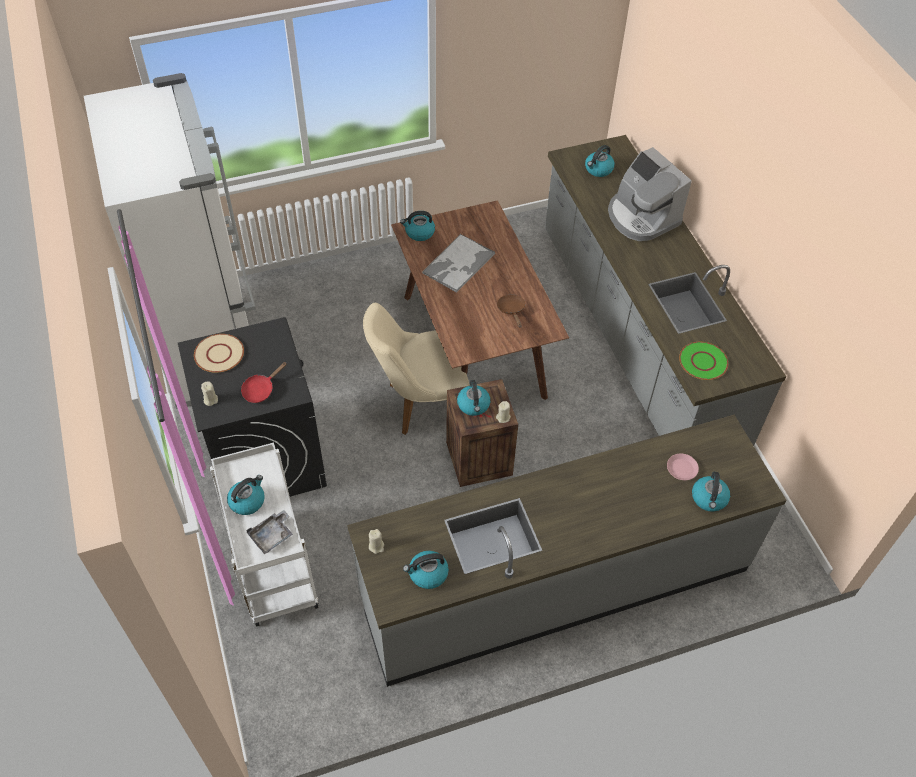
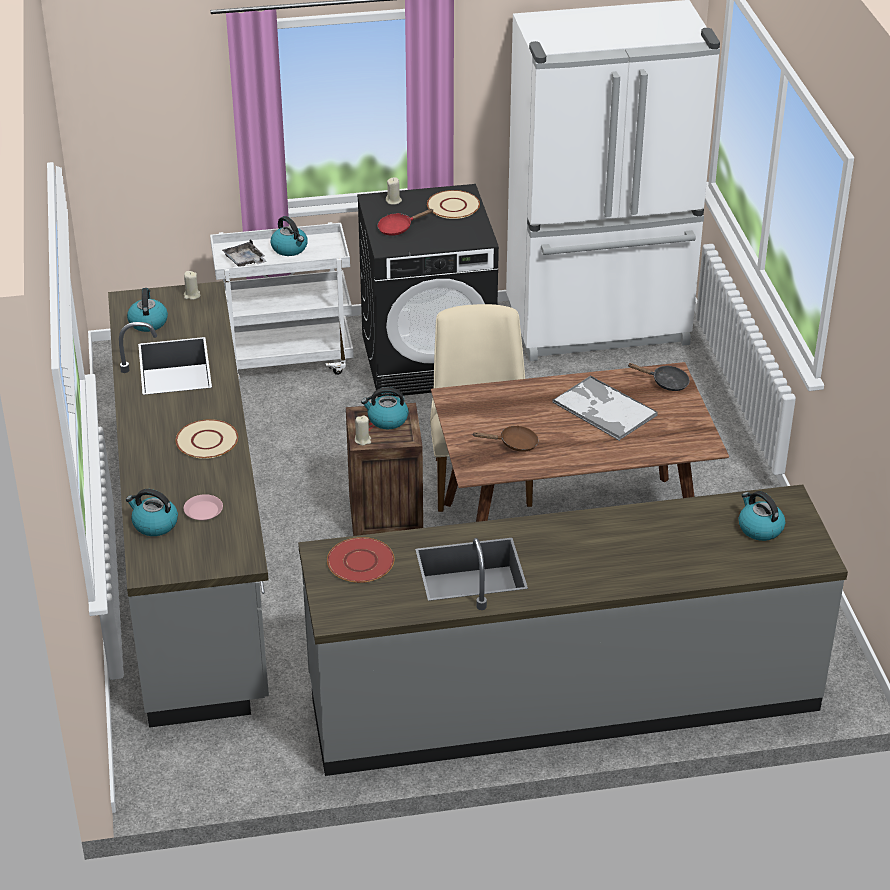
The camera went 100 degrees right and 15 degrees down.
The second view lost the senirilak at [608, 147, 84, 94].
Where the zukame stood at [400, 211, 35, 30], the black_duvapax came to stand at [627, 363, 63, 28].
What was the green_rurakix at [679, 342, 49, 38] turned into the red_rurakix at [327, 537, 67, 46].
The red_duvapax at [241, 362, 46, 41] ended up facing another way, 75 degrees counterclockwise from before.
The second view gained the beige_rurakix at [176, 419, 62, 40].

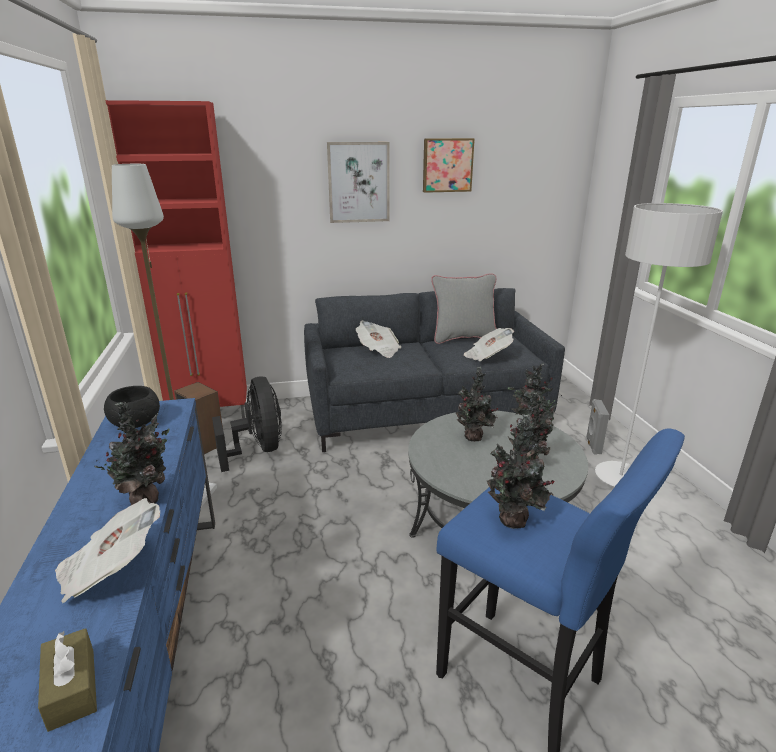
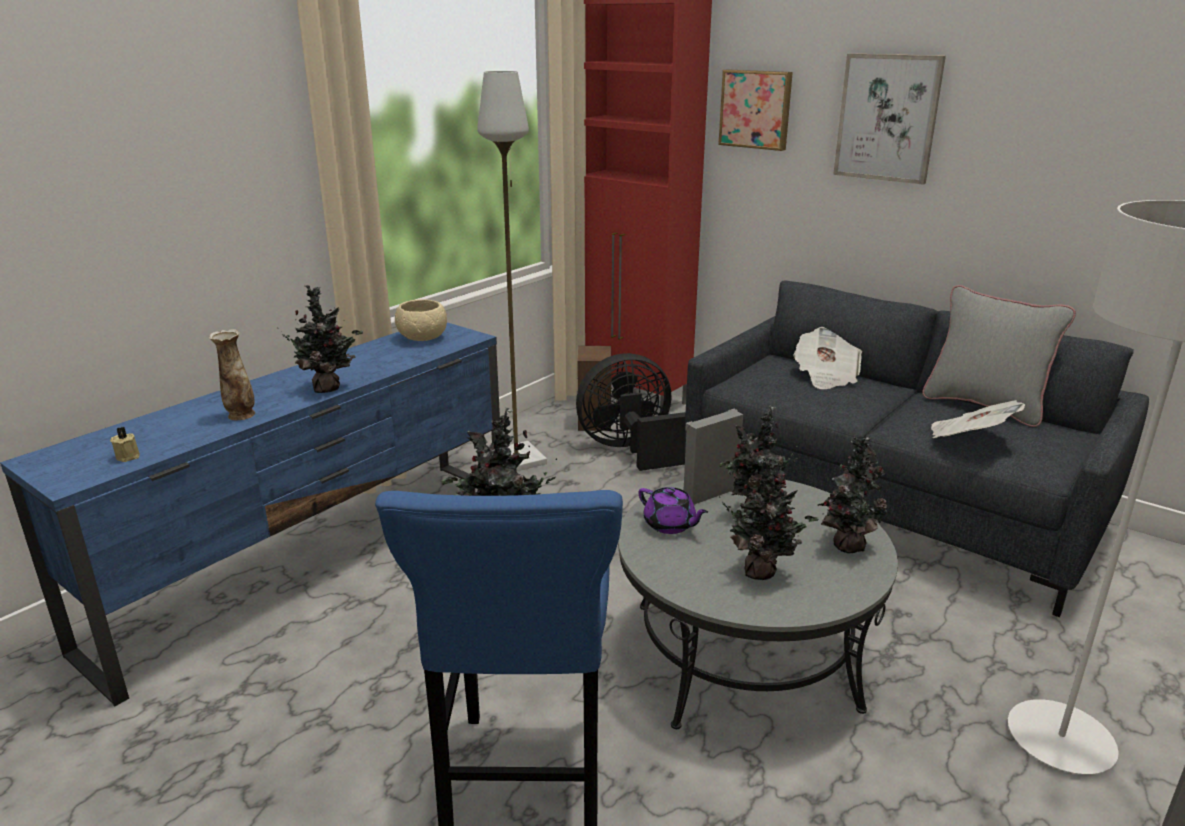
The camera went 50 degrees right and 0 degrees up.
The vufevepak ended up elsewhere, having gone from [423, 138, 52, 55] to [718, 69, 75, 82].
The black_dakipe at [212, 377, 70, 95] ended up facing another way, 135 degrees counterclockwise from before.
What was the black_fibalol at [104, 386, 56, 42] turned into the beige_fibalol at [395, 299, 52, 42].
The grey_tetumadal ended up elsewhere, having gone from [586, 399, 23, 56] to [684, 409, 59, 96].
Where the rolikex stood at [55, 498, 105, 105], the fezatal came to stand at [209, 329, 46, 91].
Where the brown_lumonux stood at [38, 628, 59, 104], the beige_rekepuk came to stand at [110, 427, 30, 35].
The second view gained the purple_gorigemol at [638, 487, 70, 47].

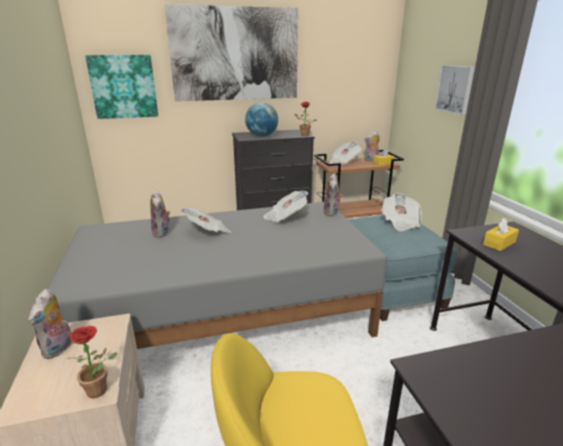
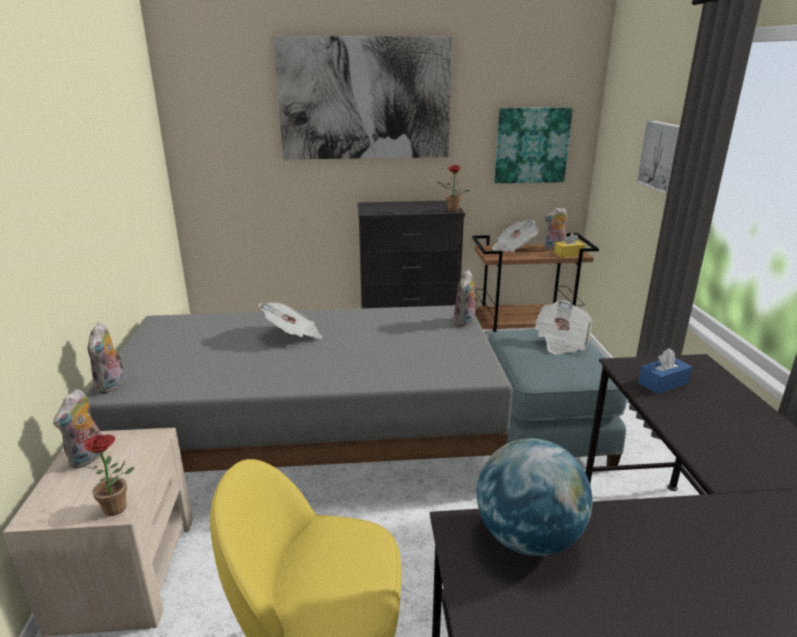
The camera went 10 degrees right and 0 degrees up.
The vufevepak ended up elsewhere, having gone from [85, 55, 73, 64] to [494, 107, 79, 76].
The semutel ended up elsewhere, having gone from [245, 102, 33, 35] to [477, 438, 116, 118].
The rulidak ended up elsewhere, having gone from [150, 190, 20, 48] to [88, 322, 35, 71].
The second view lost the rolikex at [263, 191, 45, 32].
What was the yellow_lumonux at [483, 218, 36, 33] turned into the blue_lumonux at [638, 348, 54, 46].

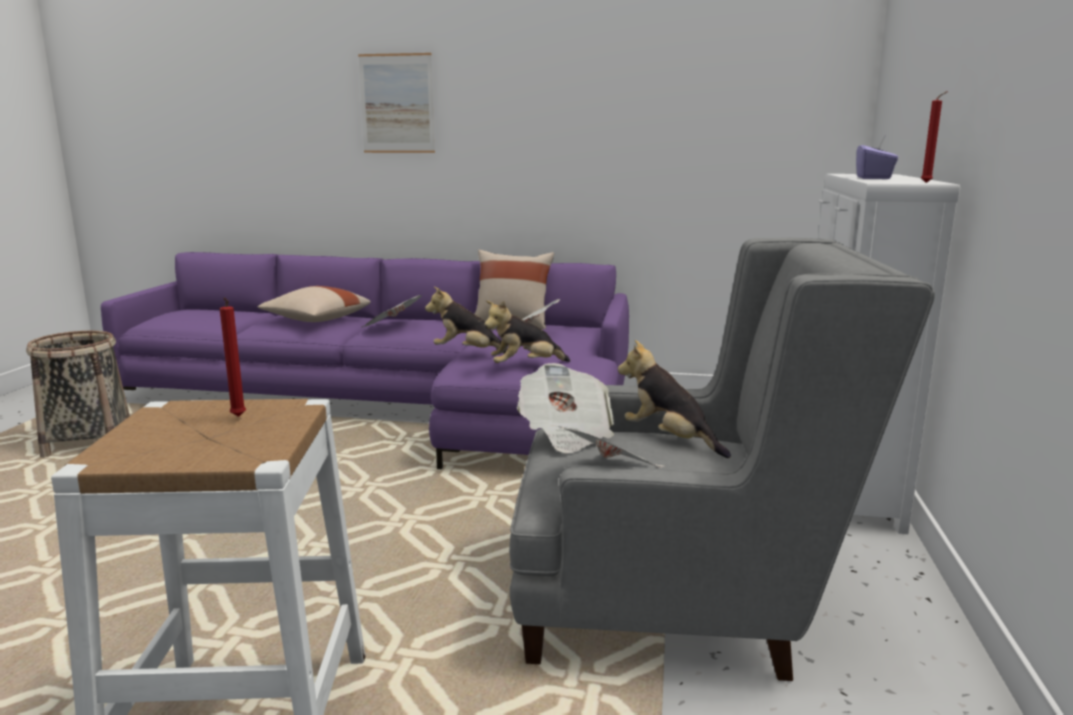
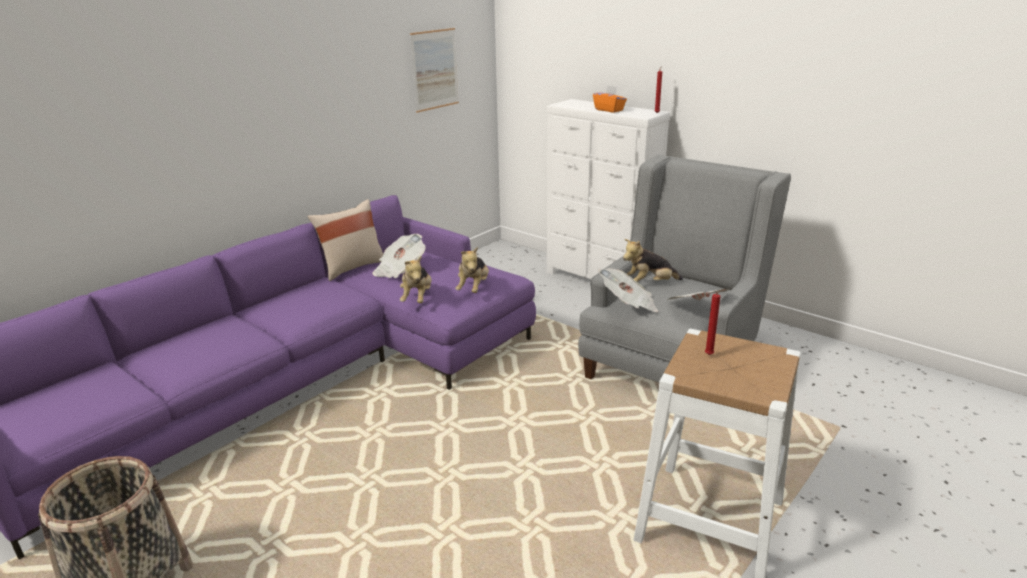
The camera went 60 degrees left and 10 degrees up.
The vufevepak ended up elsewhere, having gone from [358, 53, 77, 100] to [410, 28, 49, 85].
What was the purple_lumonux at [856, 135, 42, 44] turned into the orange_lumonux at [593, 86, 34, 27].
The second view lost the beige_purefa at [258, 286, 113, 36].
The rulidak at [425, 286, 89, 70] ended up facing another way, 45 degrees counterclockwise from before.
The second view lost the rolikex at [362, 295, 60, 32].

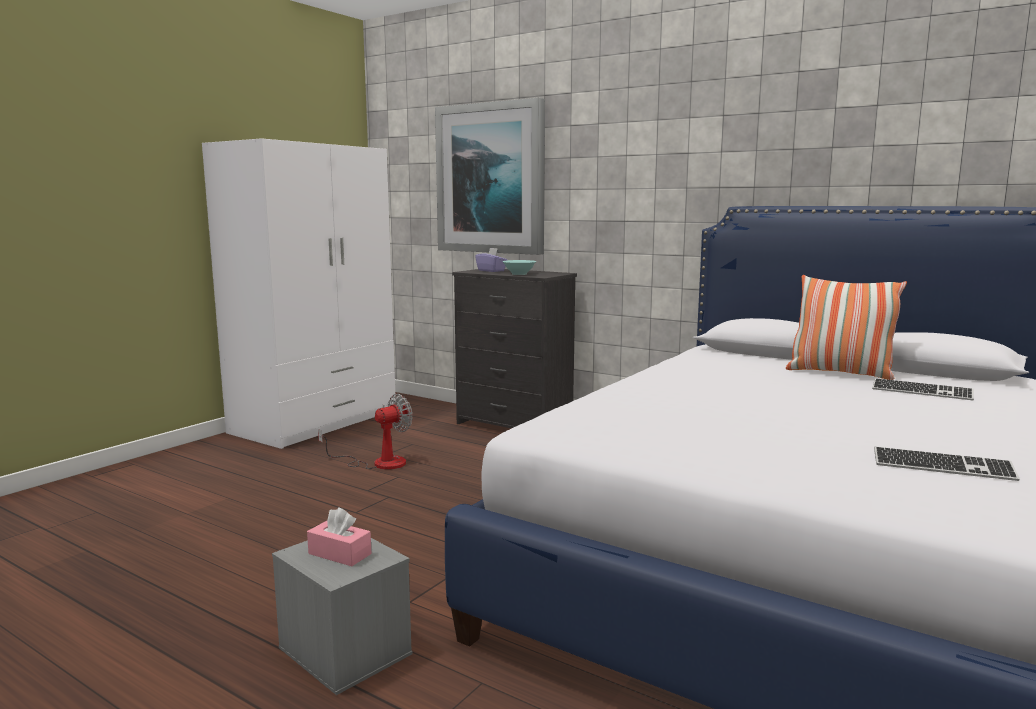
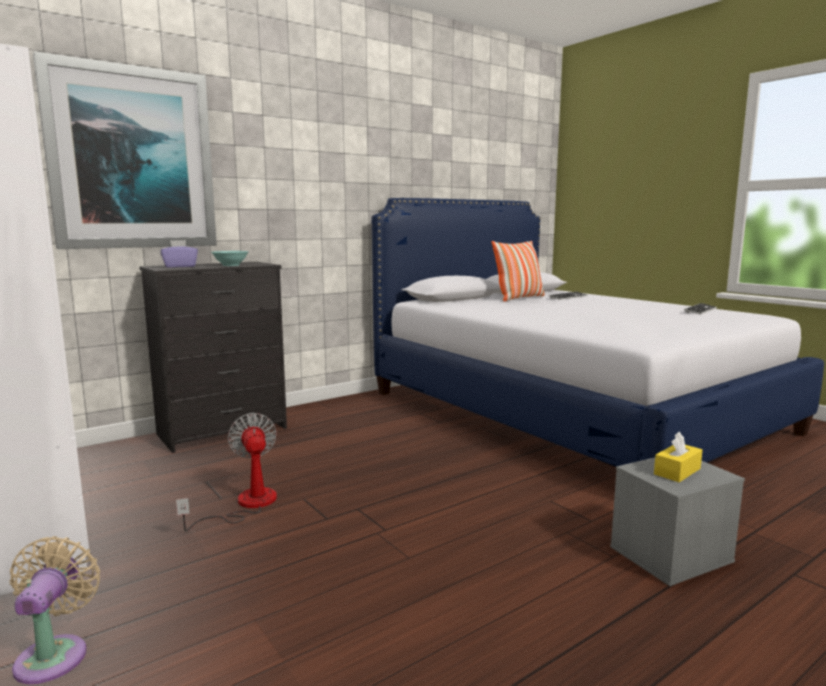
The camera went 70 degrees left and 0 degrees up.
What was the pink_lumonux at [307, 508, 65, 58] turned into the yellow_lumonux at [654, 431, 49, 51].
The second view gained the beige_dakipe at [9, 536, 91, 148].

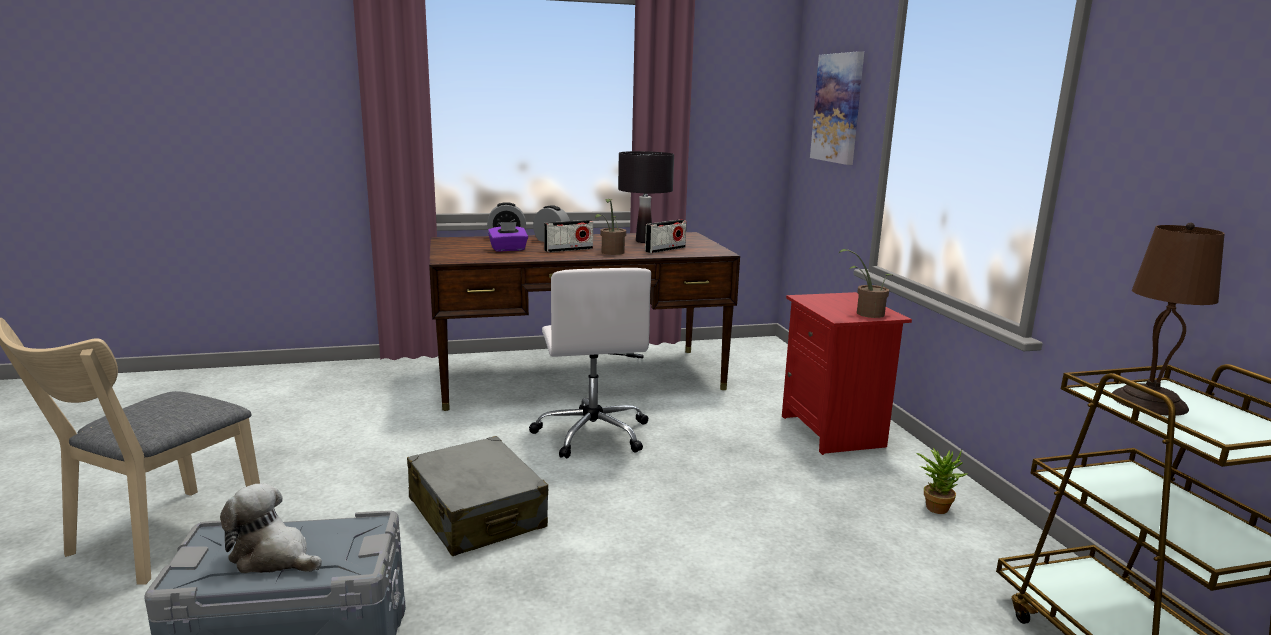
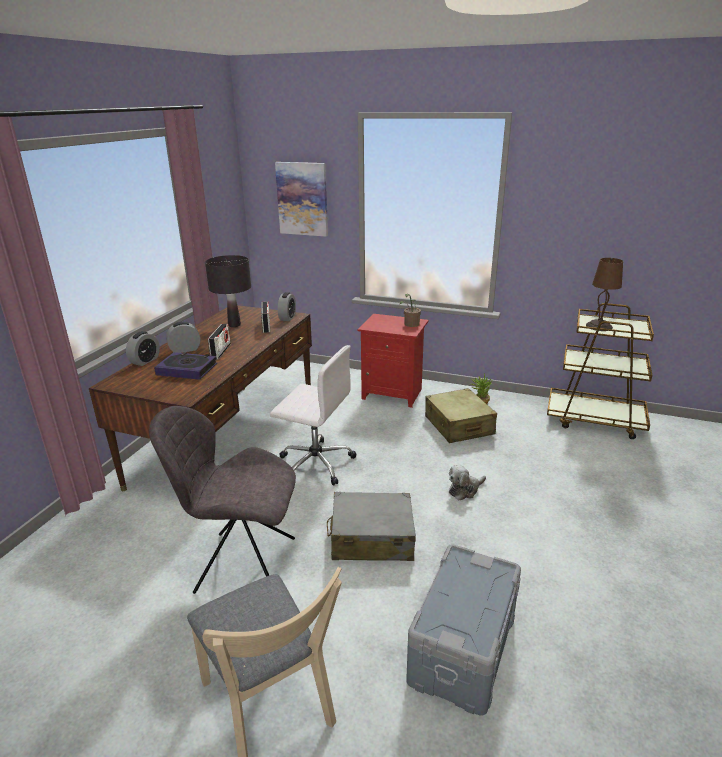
The camera went 55 degrees left and 10 degrees up.
The second view lost the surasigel at [595, 199, 31, 56].
Where the purple_lumonux stood at [488, 222, 40, 30], the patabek came to stand at [154, 352, 63, 28].
The rulidak ended up elsewhere, having gone from [220, 483, 102, 90] to [449, 465, 37, 35].
The second view gained the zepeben at [278, 292, 18, 29].
The second view gained the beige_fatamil at [425, 388, 72, 55].
The second view gained the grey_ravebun at [149, 406, 147, 188].

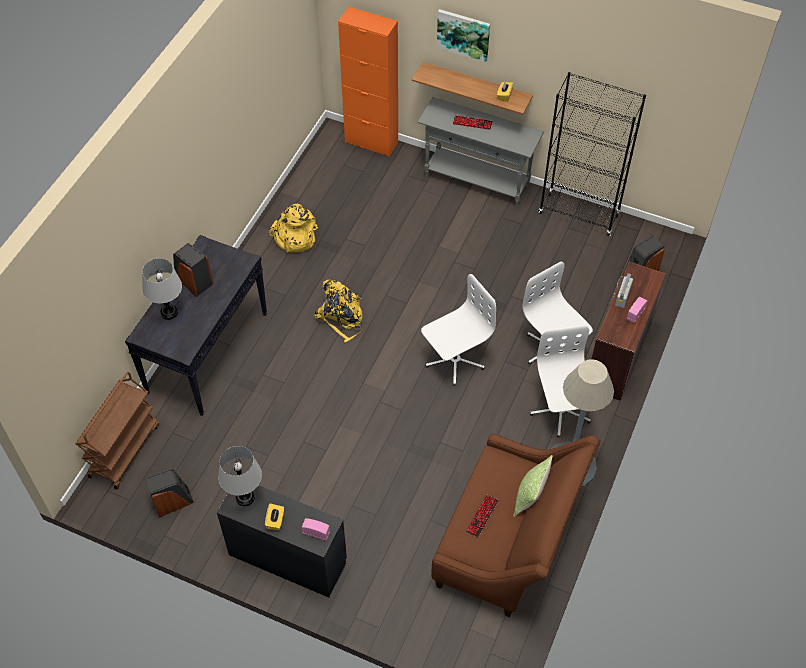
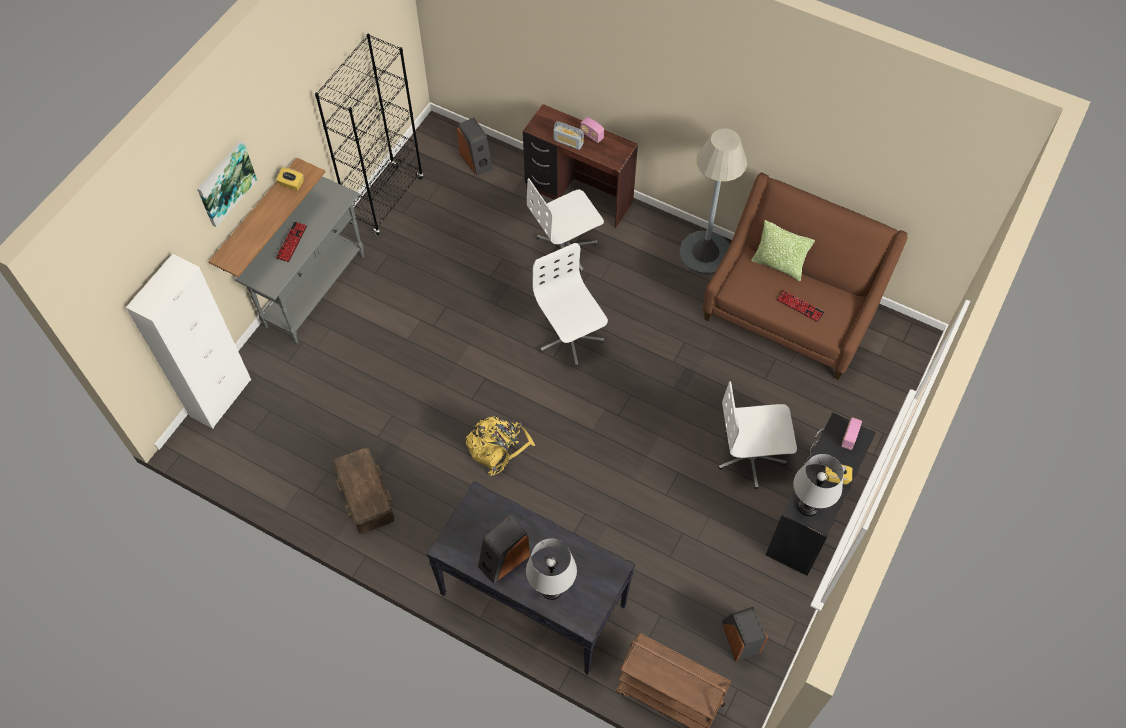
The camera went 85 degrees left and 5 degrees up.
What was the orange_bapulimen at [338, 7, 60, 150] turned into the white_bapulimen at [126, 254, 125, 175].
Where the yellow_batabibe stood at [268, 204, 50, 48], the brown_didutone came to stand at [333, 448, 62, 86].
The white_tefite ended up elsewhere, having gone from [530, 325, 61, 112] to [718, 381, 79, 108].

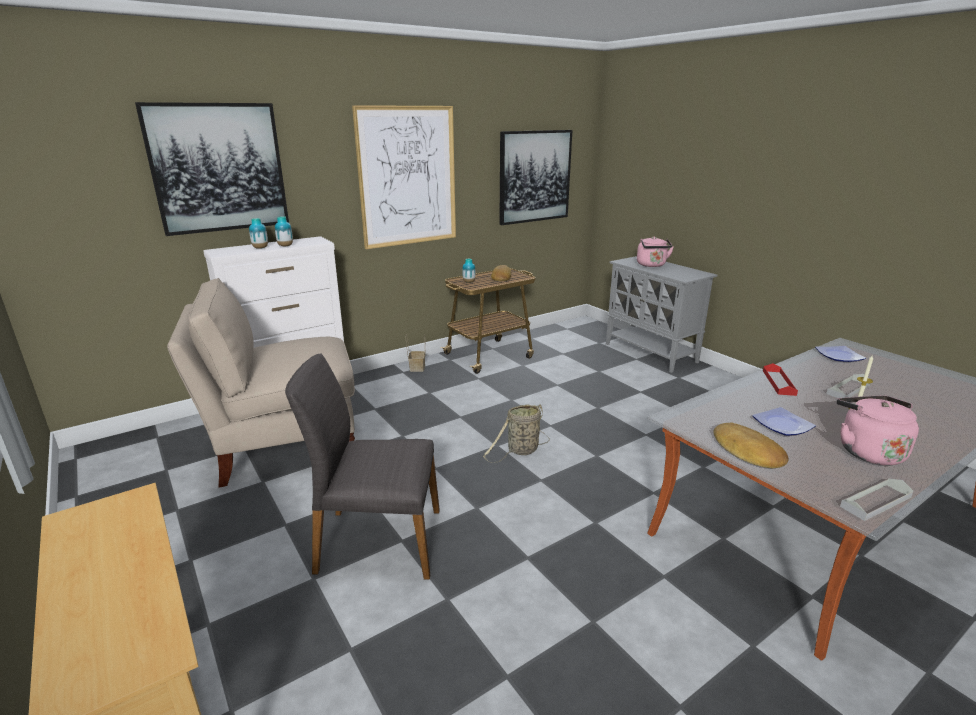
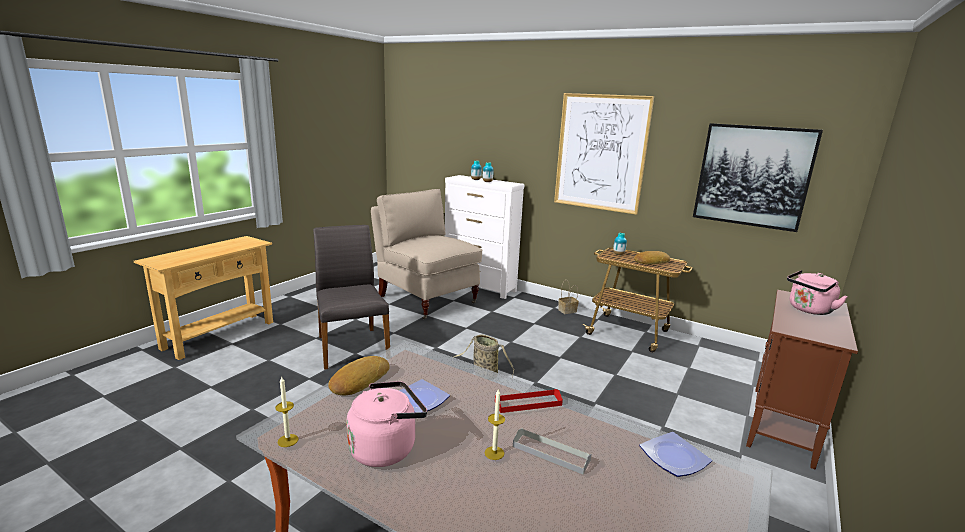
The camera went 65 degrees right and 5 degrees down.
The second view lost the vufevepak at [135, 102, 154, 134].
What was the grey_bapulimen at [606, 256, 111, 117] turned into the brown_bapulimen at [746, 290, 112, 179].
Where the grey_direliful stood at [840, 478, 73, 43], the rekepuk came to stand at [275, 377, 23, 70].

